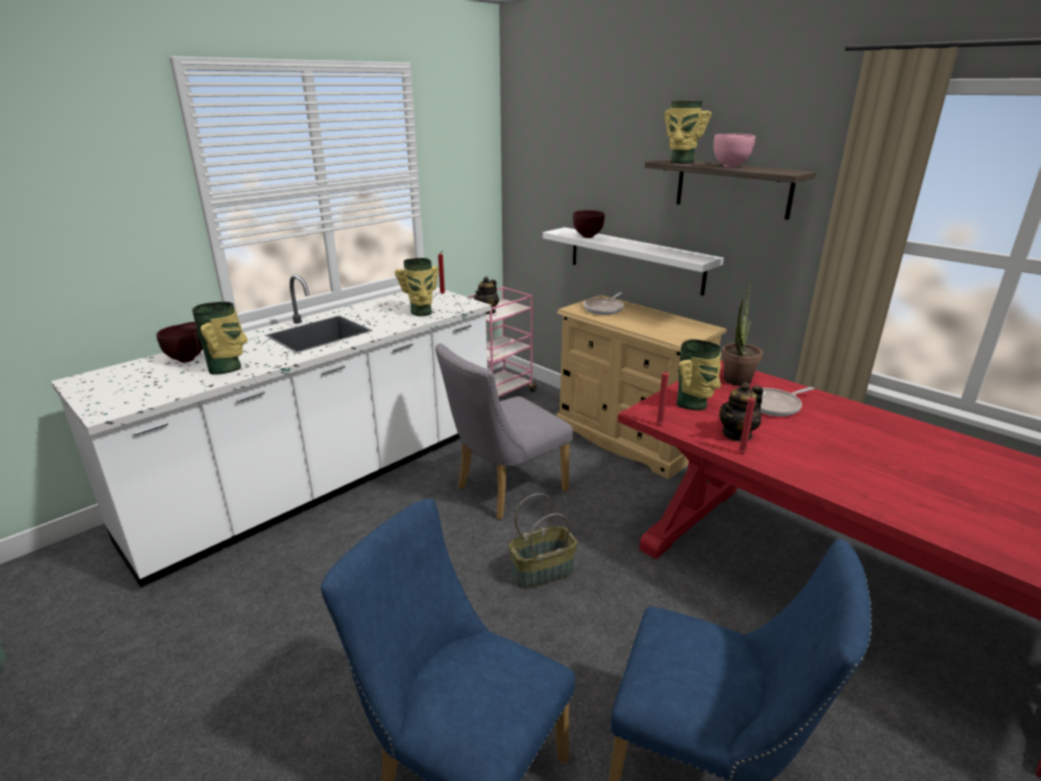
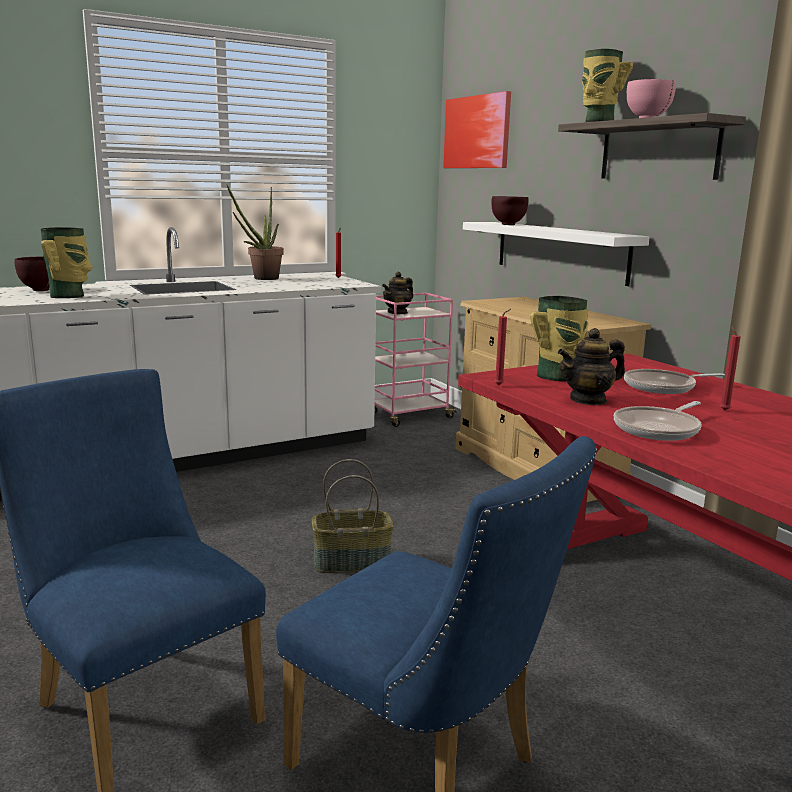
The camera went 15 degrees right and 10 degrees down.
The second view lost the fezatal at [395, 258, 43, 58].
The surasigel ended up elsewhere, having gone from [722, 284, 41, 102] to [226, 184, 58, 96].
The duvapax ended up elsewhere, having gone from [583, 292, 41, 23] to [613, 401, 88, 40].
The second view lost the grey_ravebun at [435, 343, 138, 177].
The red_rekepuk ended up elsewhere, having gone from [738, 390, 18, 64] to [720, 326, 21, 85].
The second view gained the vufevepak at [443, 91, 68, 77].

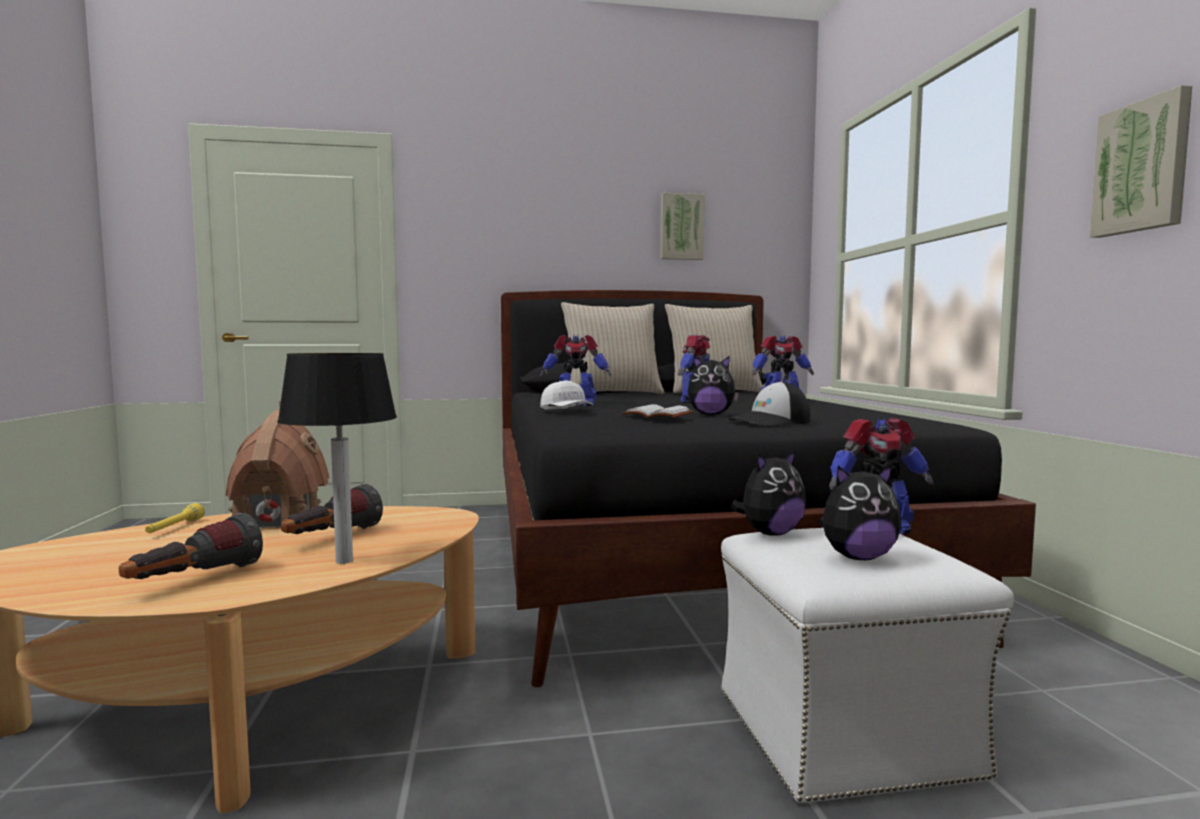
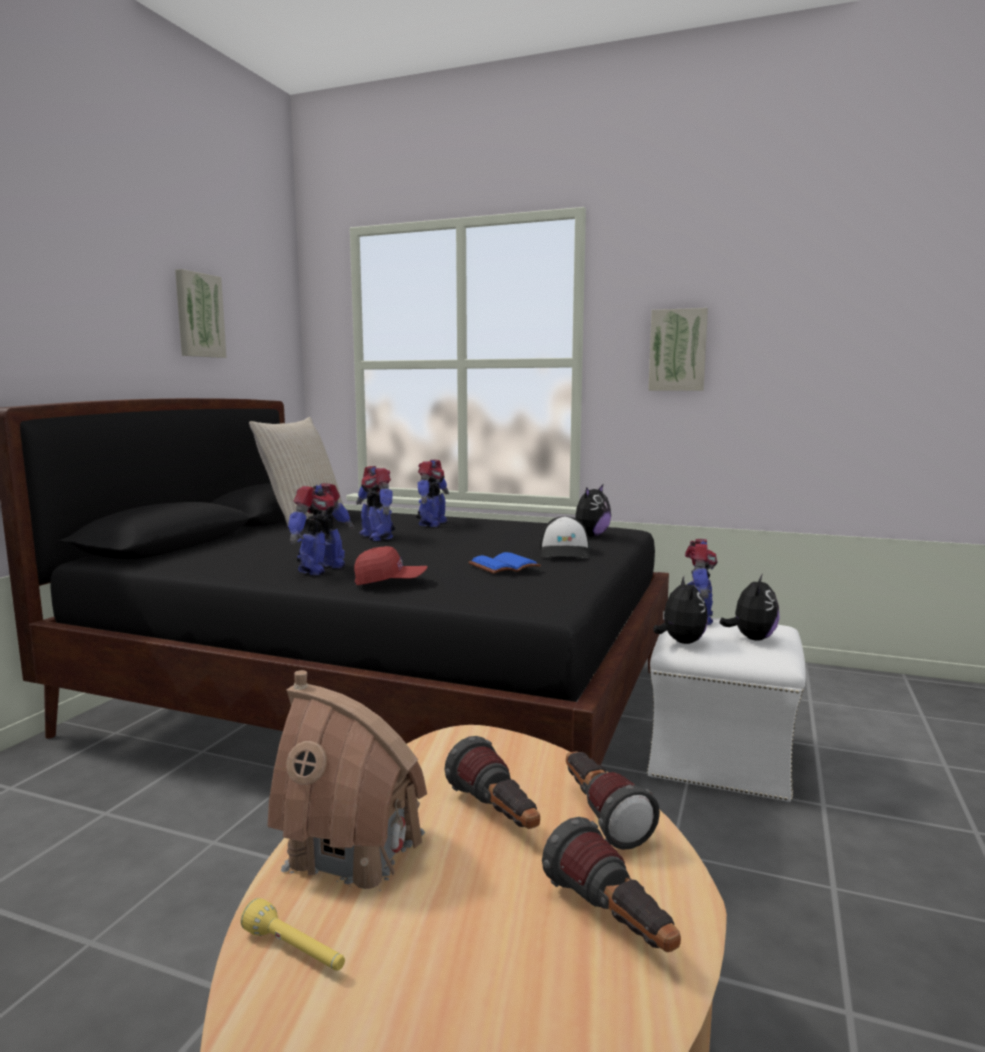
The camera went 60 degrees left and 5 degrees up.
The second view lost the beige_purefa at [561, 302, 104, 92].
Where the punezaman stood at [277, 353, 120, 211], the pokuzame came to stand at [566, 751, 94, 99].
The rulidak ended up elsewhere, having gone from [688, 356, 51, 59] to [575, 485, 36, 51].
What was the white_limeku at [540, 380, 53, 30] turned into the red_limeku at [354, 546, 73, 39].
What was the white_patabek at [622, 404, 71, 14] turned into the blue_patabek at [468, 552, 73, 22].

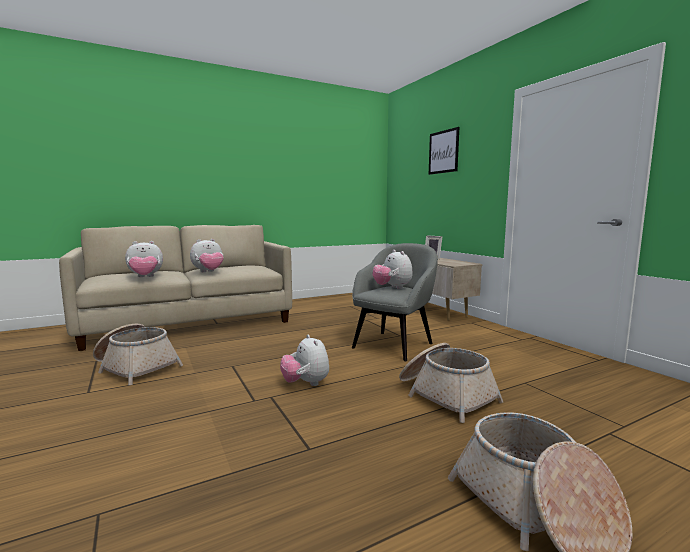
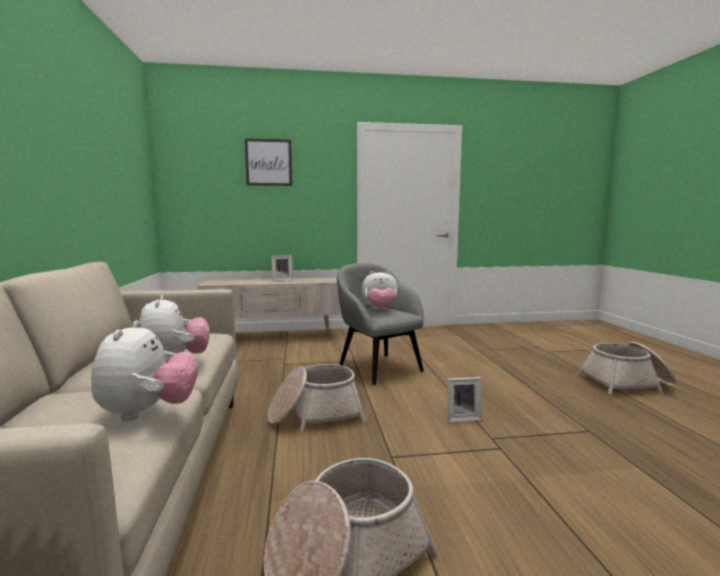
The camera went 70 degrees left and 0 degrees up.
Where the rulidak stood at [280, 334, 49, 52], the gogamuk came to stand at [447, 377, 35, 45].
The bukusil ended up elsewhere, having gone from [399, 343, 104, 80] to [268, 364, 98, 68].

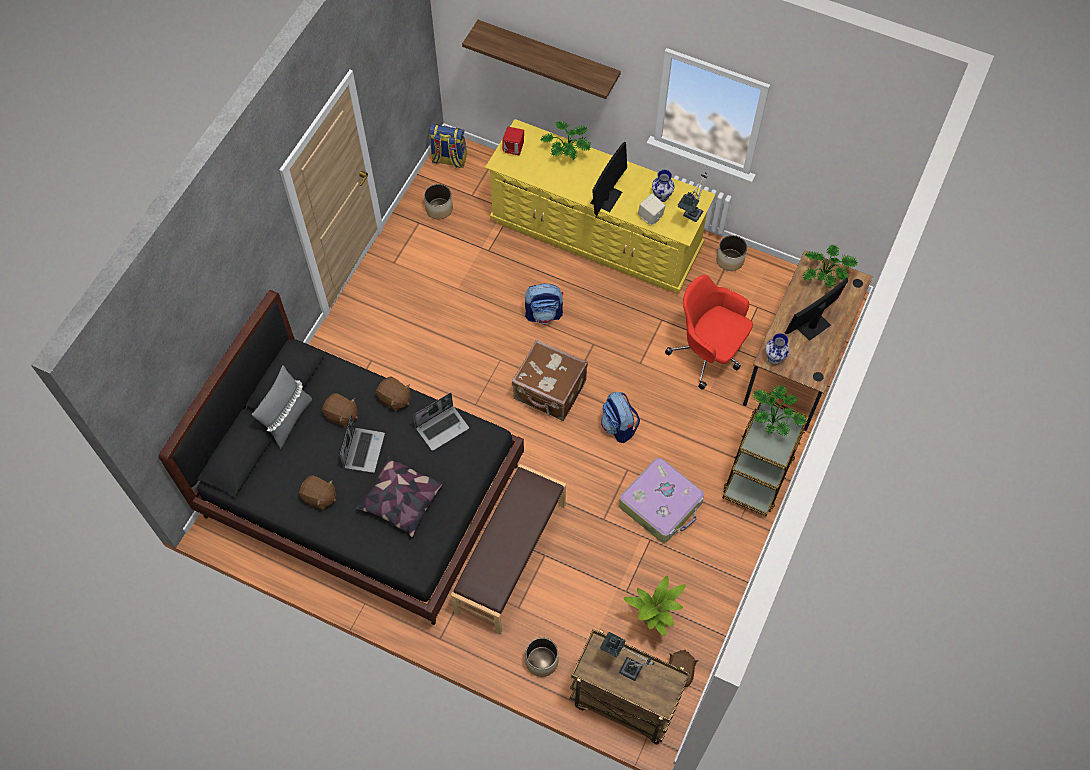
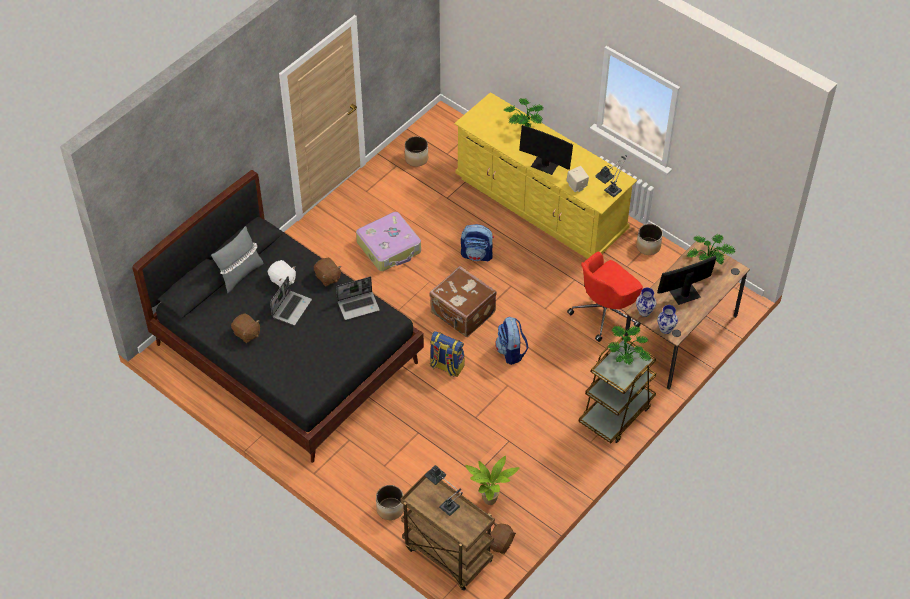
The camera went 15 degrees right and 10 degrees down.
The second view lost the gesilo at [462, 20, 159, 79].
The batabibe ended up elsewhere, having gone from [429, 124, 38, 44] to [430, 331, 35, 46].
The second view lost the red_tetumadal at [502, 127, 22, 28].
The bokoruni at [591, 142, 36, 74] ended up facing another way, 75 degrees clockwise from before.
The fezatal ended up elsewhere, having gone from [652, 170, 23, 32] to [657, 305, 21, 29].
The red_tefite at [665, 275, 88, 115] ended up facing another way, 90 degrees counterclockwise from before.
What was the brown_rulidak at [322, 393, 36, 35] turned into the white_rulidak at [268, 260, 28, 27].
The second view lost the purefa at [356, 456, 88, 81].
The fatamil ended up elsewhere, having gone from [619, 458, 85, 85] to [356, 212, 65, 59].
The second view lost the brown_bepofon at [451, 464, 115, 171].

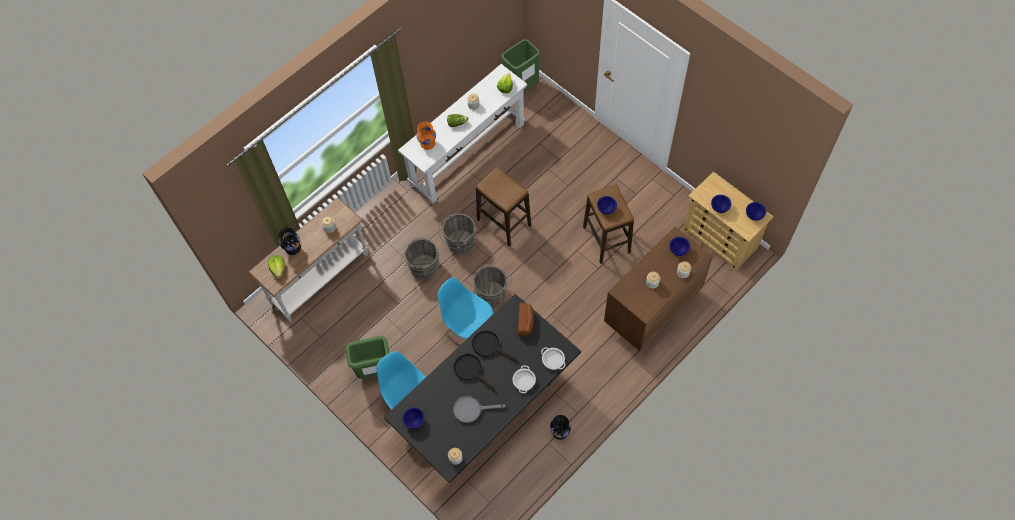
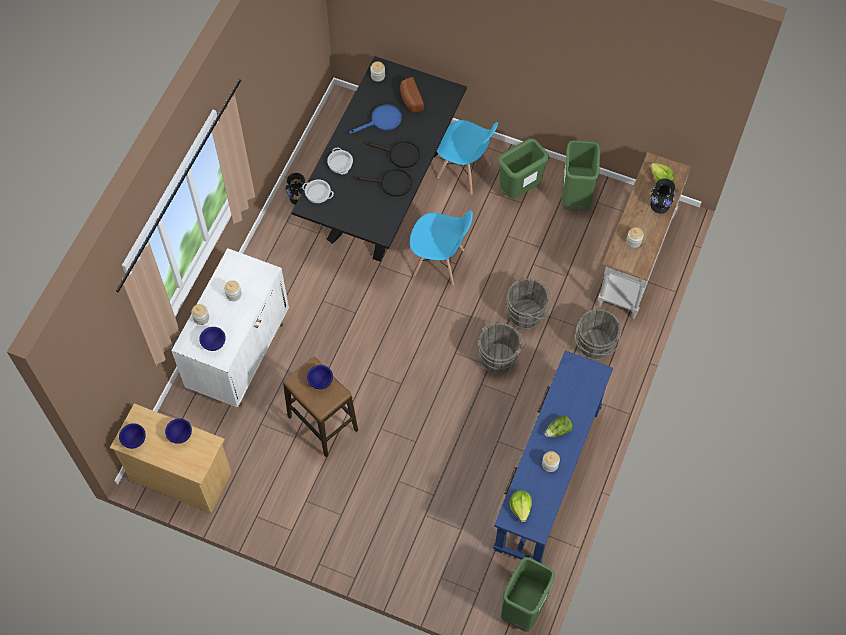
The camera went 155 degrees right and 0 degrees up.
What was the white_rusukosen at [398, 64, 129, 140] turned into the blue_rusukosen at [493, 351, 120, 212].
The second view lost the orange_fezatal at [417, 122, 19, 28].
The second view lost the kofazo at [476, 167, 55, 79].
What was the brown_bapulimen at [604, 227, 109, 124] turned into the white_bapulimen at [171, 248, 118, 160].
The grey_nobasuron ended up elsewhere, having gone from [473, 264, 39, 43] to [575, 309, 46, 52].
The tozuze ended up elsewhere, having gone from [518, 303, 16, 33] to [400, 77, 24, 35].
What was the grey_duvapax at [453, 395, 52, 28] turned into the blue_duvapax at [349, 105, 53, 29].
The second view lost the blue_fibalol at [403, 407, 21, 22].
The second view gained the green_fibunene at [561, 140, 39, 71].

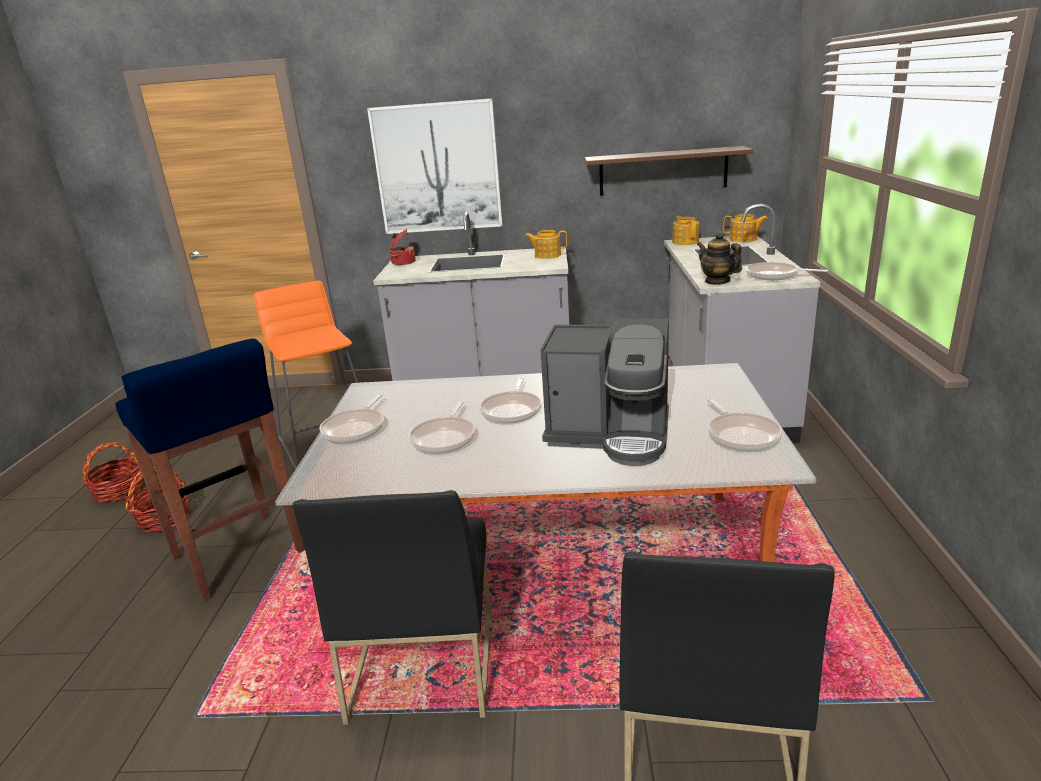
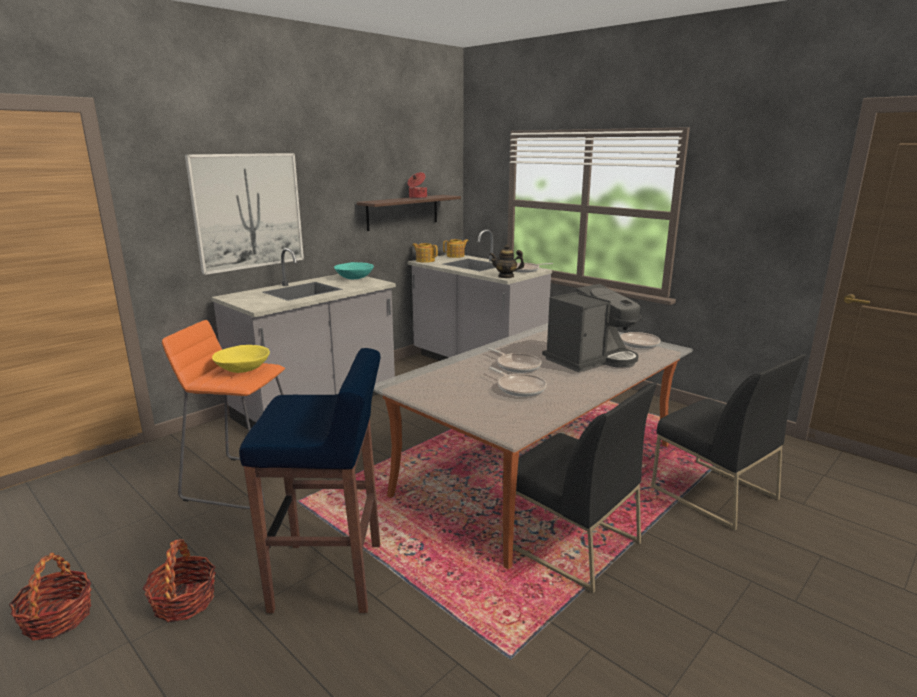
The camera went 50 degrees left and 5 degrees down.
The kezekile ended up elsewhere, having gone from [390, 229, 25, 36] to [407, 172, 20, 27].
Where the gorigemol stood at [525, 230, 42, 29], the turquoise_fibalol came to stand at [334, 262, 40, 17].
The second view lost the duvapax at [320, 394, 64, 49].
The second view gained the yellow_fibalol at [212, 345, 58, 28].

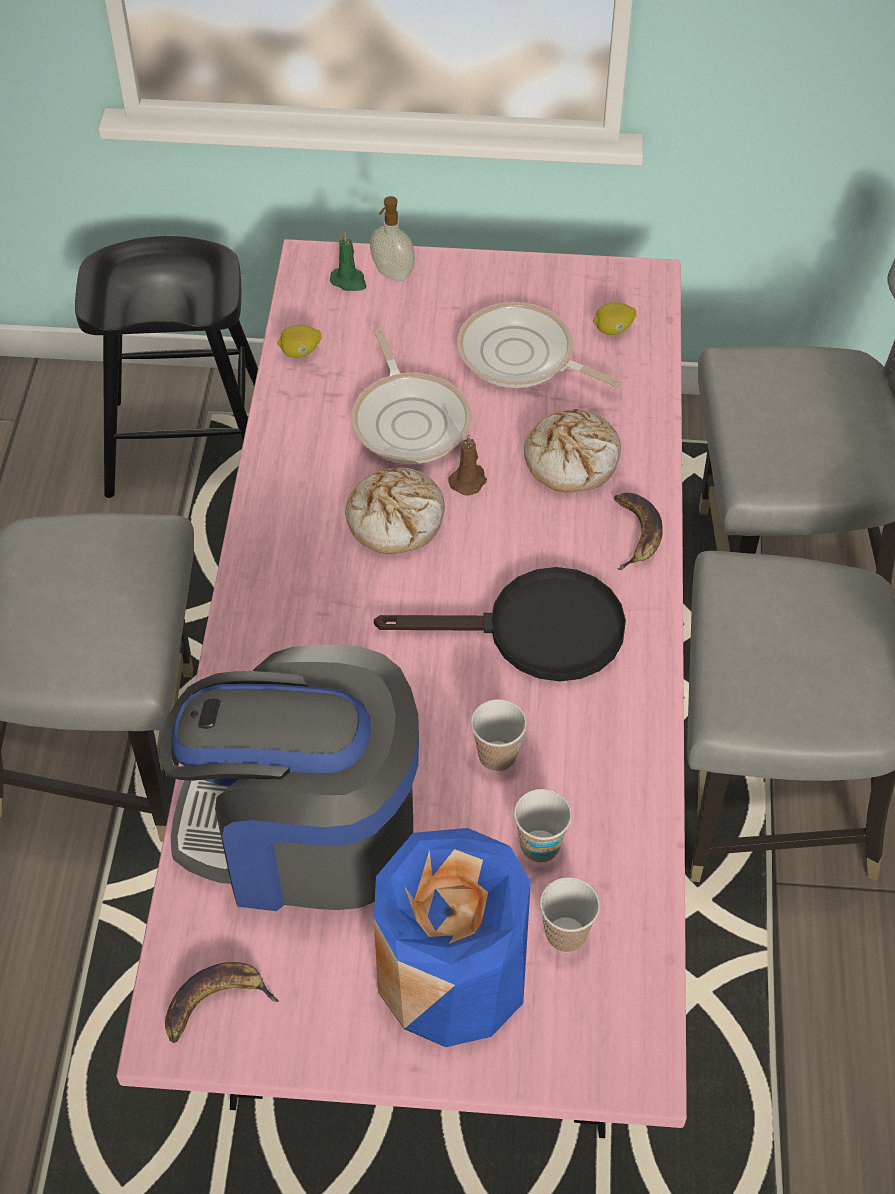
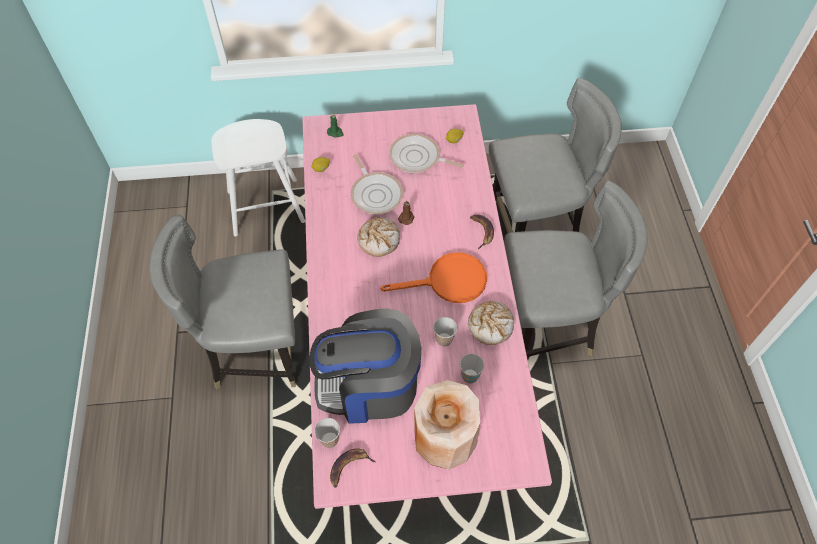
The camera went 10 degrees left and 5 degrees up.
The second view lost the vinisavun at [370, 196, 45, 85].
What was the black_kofazo at [75, 236, 183, 262] turned into the white_kofazo at [211, 119, 94, 117].
The tozuze ended up elsewhere, having gone from [524, 409, 97, 83] to [468, 301, 46, 44].
What was the black_duvapax at [374, 567, 252, 115] turned into the orange_duvapax at [380, 252, 107, 51].
What was the blue_fezatal at [374, 828, 157, 219] turned into the beige_fezatal at [414, 380, 66, 89].
The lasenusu ended up elsewhere, having gone from [540, 877, 60, 75] to [314, 418, 26, 30].

